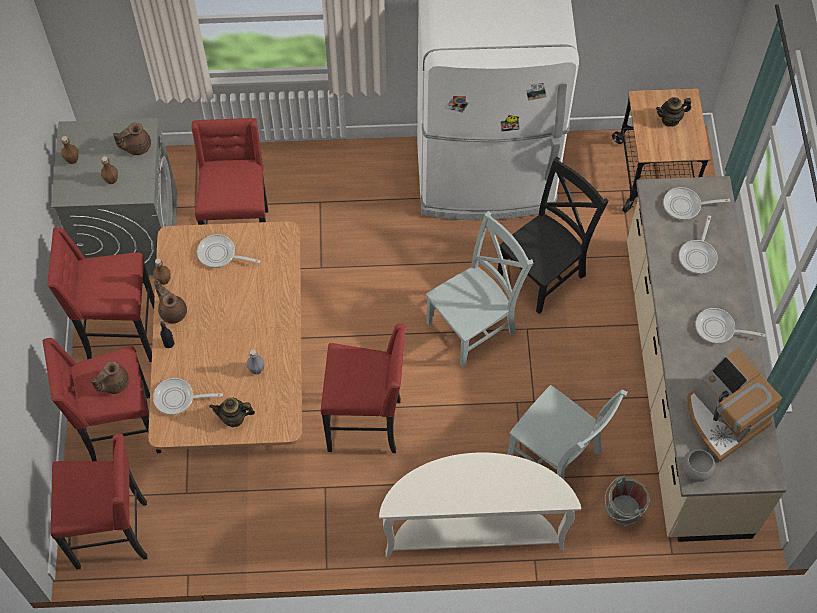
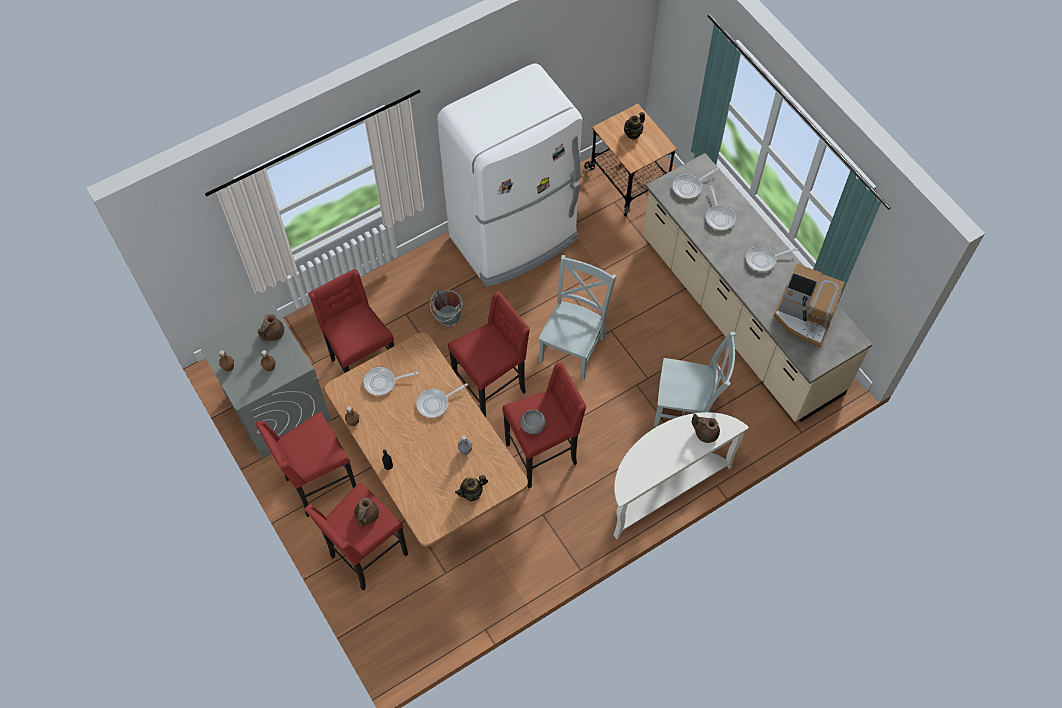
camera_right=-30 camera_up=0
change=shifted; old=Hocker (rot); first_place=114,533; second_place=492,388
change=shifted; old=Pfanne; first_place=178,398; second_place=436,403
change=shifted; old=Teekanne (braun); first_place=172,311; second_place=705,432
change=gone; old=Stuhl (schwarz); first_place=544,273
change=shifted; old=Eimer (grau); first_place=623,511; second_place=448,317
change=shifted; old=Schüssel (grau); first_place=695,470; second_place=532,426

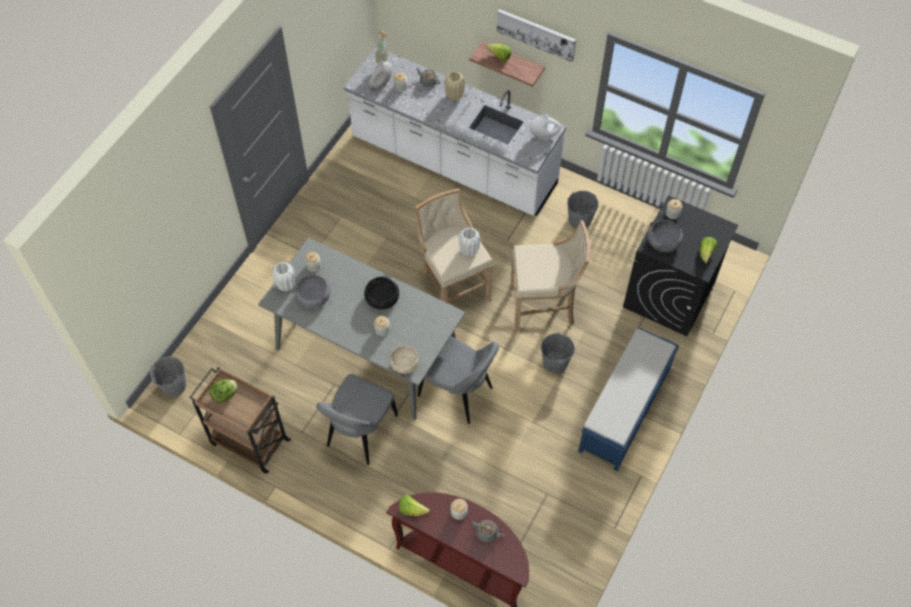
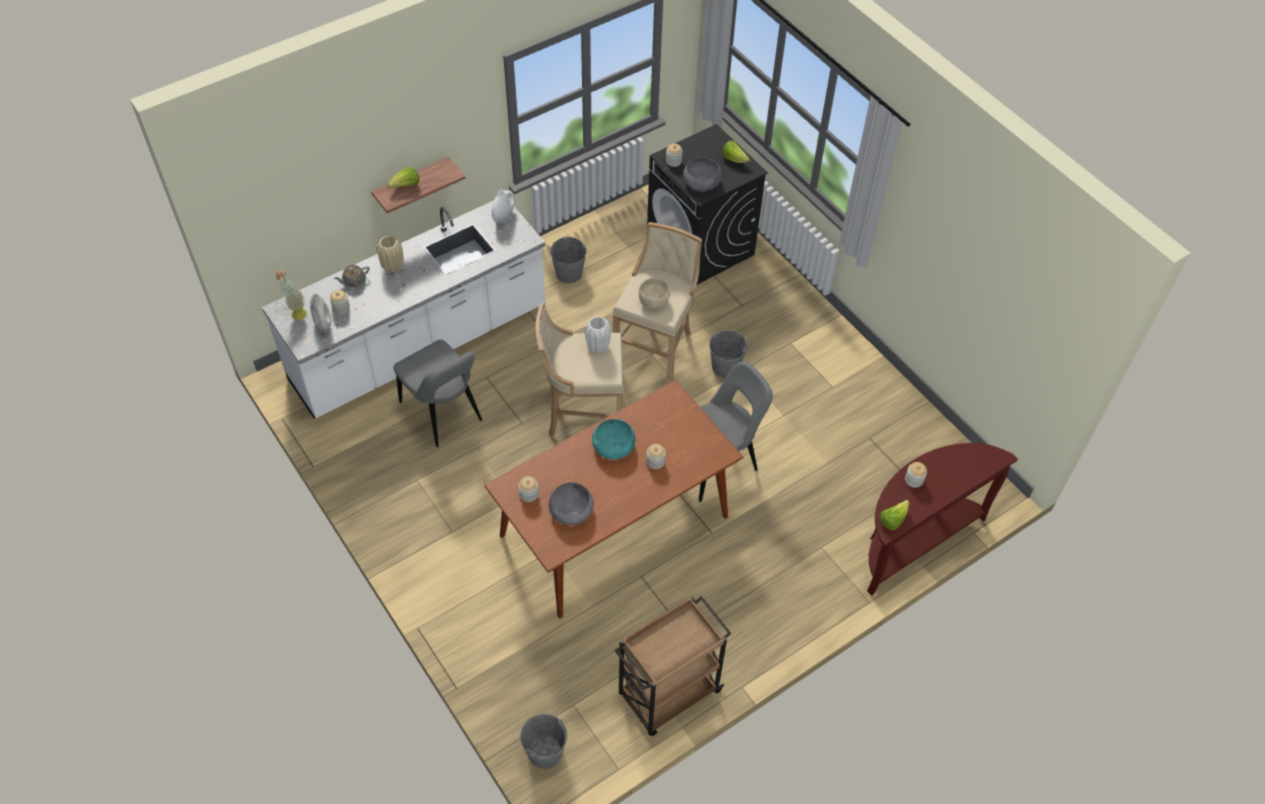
camera_right=-65 camera_up=-5
change=gone; old=Salatkopf; first_place=225,394
change=repainted; old=Esstisch (grau); new=Esstisch (braun); first_place=366,350; second_place=614,527
change=gone; old=Vase (weiß); first_place=285,285
change=shifted; old=Stuhl (grau); first_place=360,433; second_place=443,414
change=repainted; old=Schüssel (schwarz); new=Schüssel (türkis); first_place=382,298; second_place=613,445
change=shifted; old=Schüssel (beige); first_place=404,365; second_place=653,301
change=gone; old=Teekanne (grau); first_place=487,533
change=gone; old=Bild; first_place=536,34
change=gone; old=Bank (blau); first_place=624,411

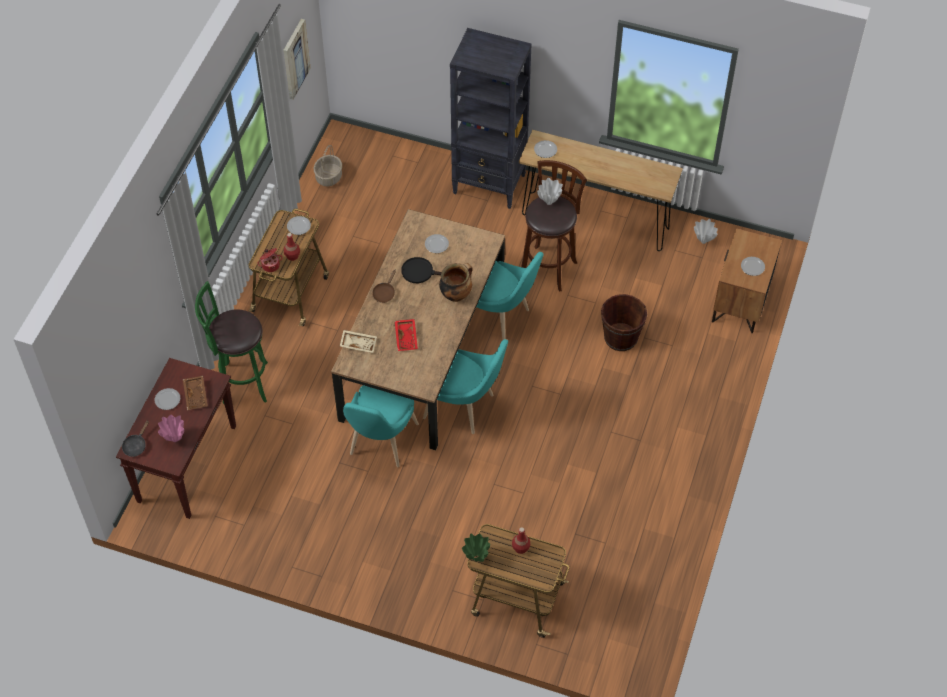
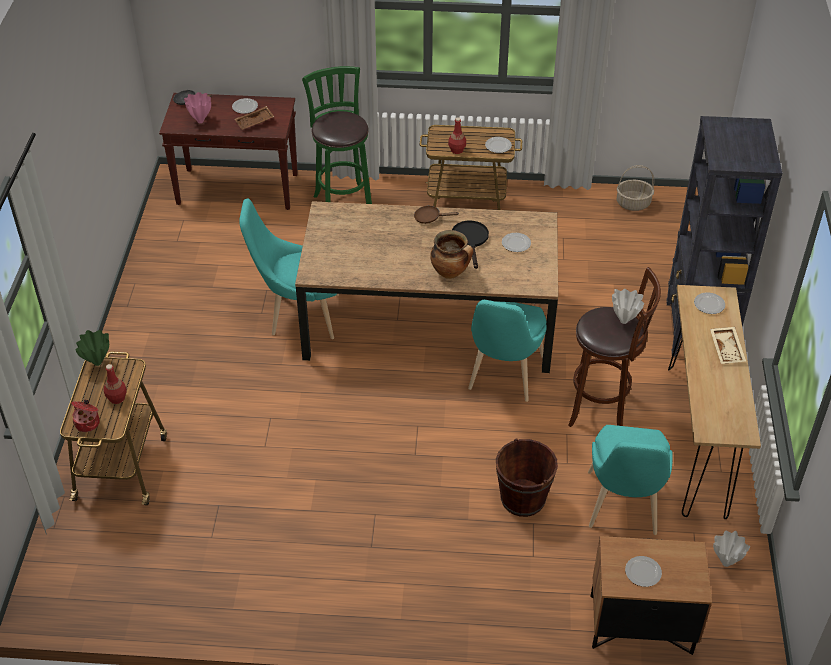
camera_right=75 camera_up=-10
change=shifted; old=Kochtopf; first_place=270,265; second_place=88,423
change=gone; old=Bild; first_place=295,59
change=shifted; old=Tablett (beige); first_place=358,343; second_place=727,349
change=gone; old=Tablett (rot); first_place=407,337
change=shifted; old=Stuhl (türkis); first_place=463,407; second_place=623,508

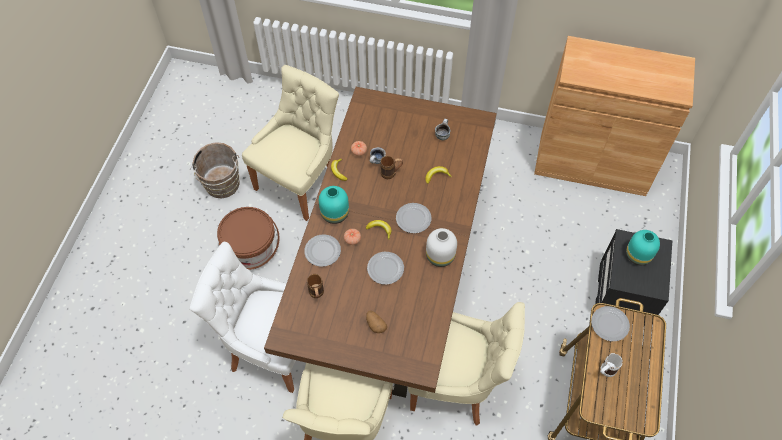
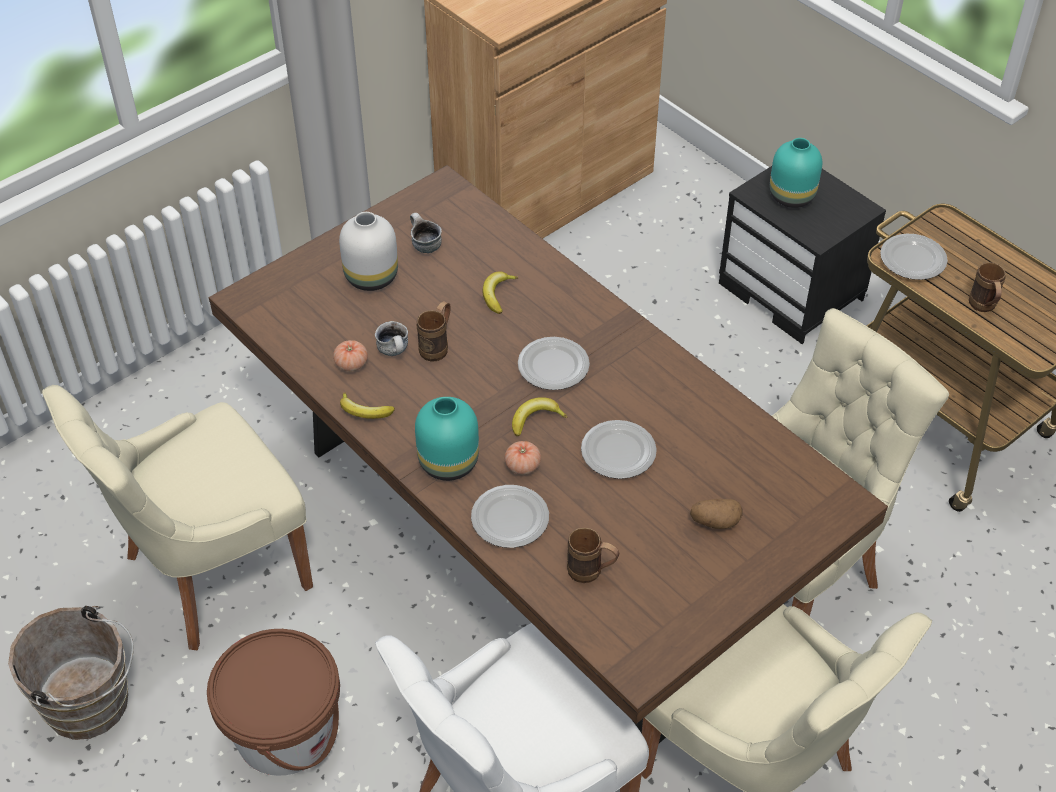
camera_right=-55 camera_up=-10
change=rotated; old=Stuhl (beige); first_place=300,182; second_place=210,573; degrees=-105
change=shifted; old=Vase (weiß); first_place=440,257; second_place=372,277
change=repainted; old=Henkelbecher (weiß); new=Henkelbecher (braun); first_place=605,372; second_place=983,308

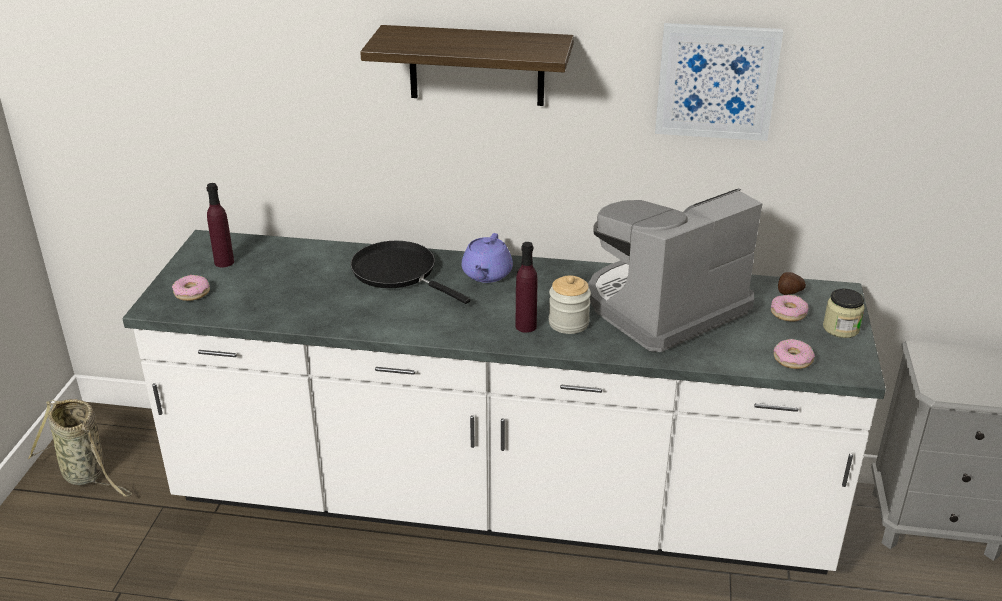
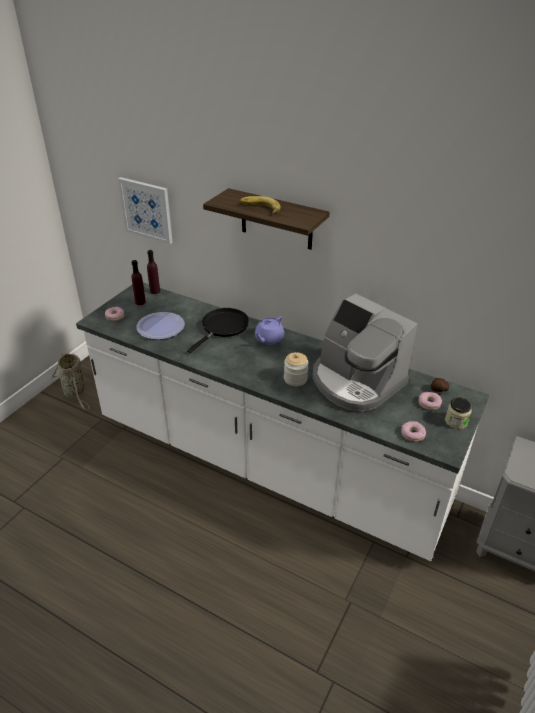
camera_right=20 camera_up=5
change=rotated; old=Pfanne (schwarz); first_place=398,272; second_place=223,327; degrees=60
change=shifted; old=Flasche (lila); first_place=526,326; second_place=155,291
change=rotated; old=Kaffeemaschine; first_place=663,307; second_place=356,382; degrees=-120
change=shifted; old=Bild; first_place=716,81; second_place=146,210
change=new; new=Teller; second_place=161,327
change=new; new=Banane; second_place=259,209

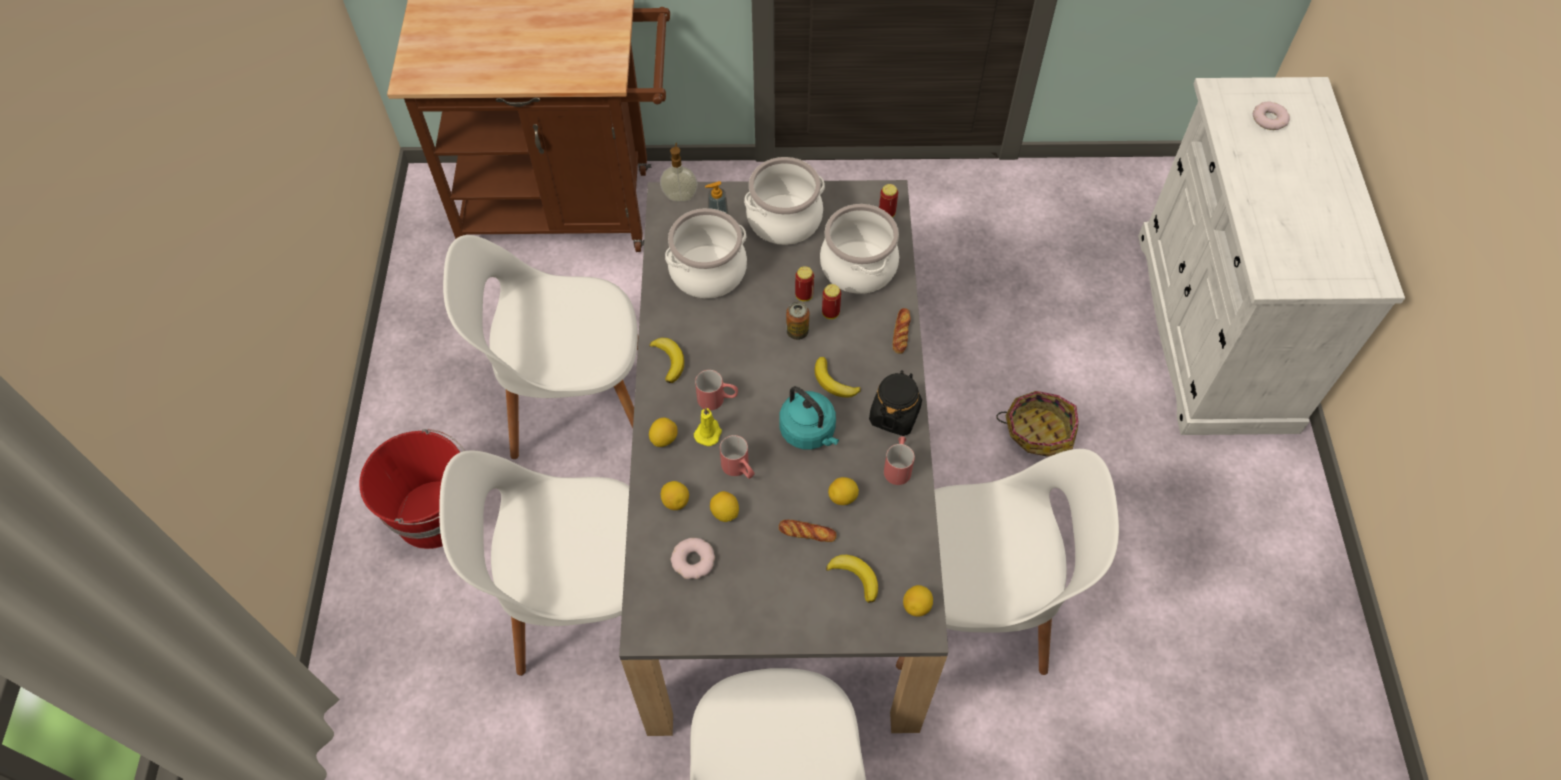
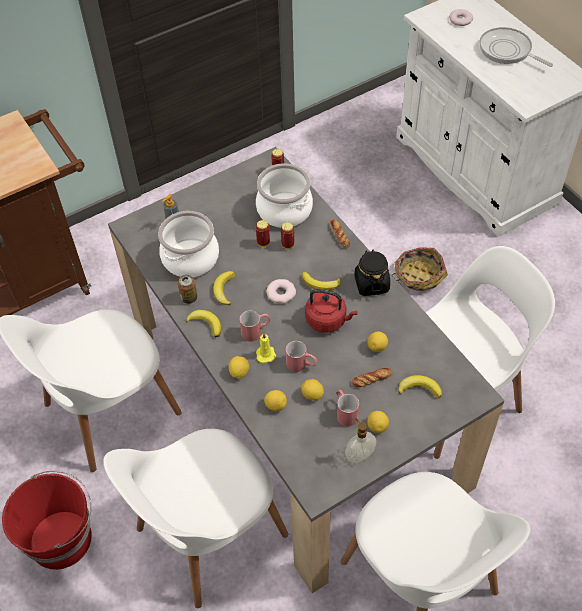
camera_right=-30 camera_up=-5
change=shifted; old=Seifenspender; first_place=680,196; second_place=359,455
change=shifted; old=Donut; first_place=693,560; second_place=281,293
change=gone; old=Kochtopf; first_place=784,220
change=repainted; old=Wasserkessel (türkis); new=Wasserkessel (rot); first_place=809,432; second_place=328,320
change=shifted; old=Dose; first_place=797,332; second_place=189,298
change=shifted; old=Henkelbecher (rot); first_place=898,466; second_place=345,412
change=shifted; old=Zitrone; first_place=917,606; second_place=377,426
change=new; new=Banane; second_place=224,290
change=new; new=Pfanne; second_place=507,51

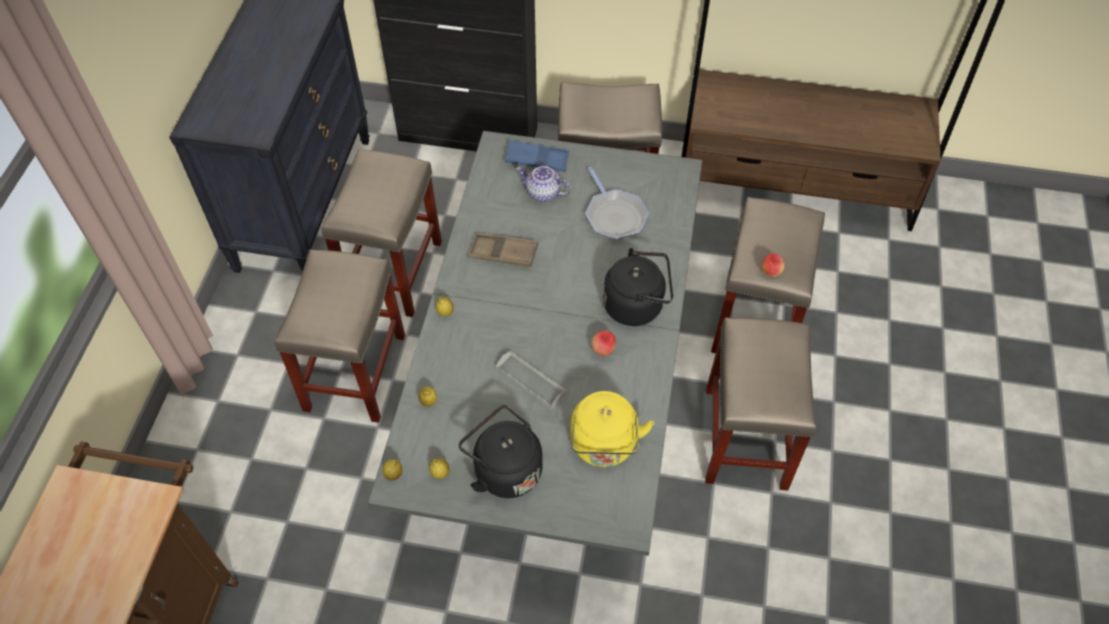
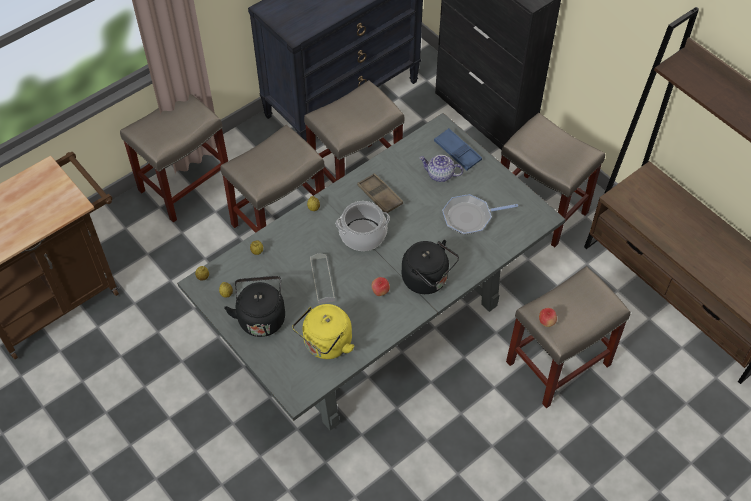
camera_right=40 camera_up=0
change=rotated; old=Teekanne; first_place=543,193; second_place=440,175; degrees=-45
change=rotated; old=Pfanne; first_place=614,216; second_place=470,217; degrees=60
change=shifted; old=Hocker (beige); first_place=746,439; second_place=184,186
change=new; new=Kochtopf; second_place=363,234

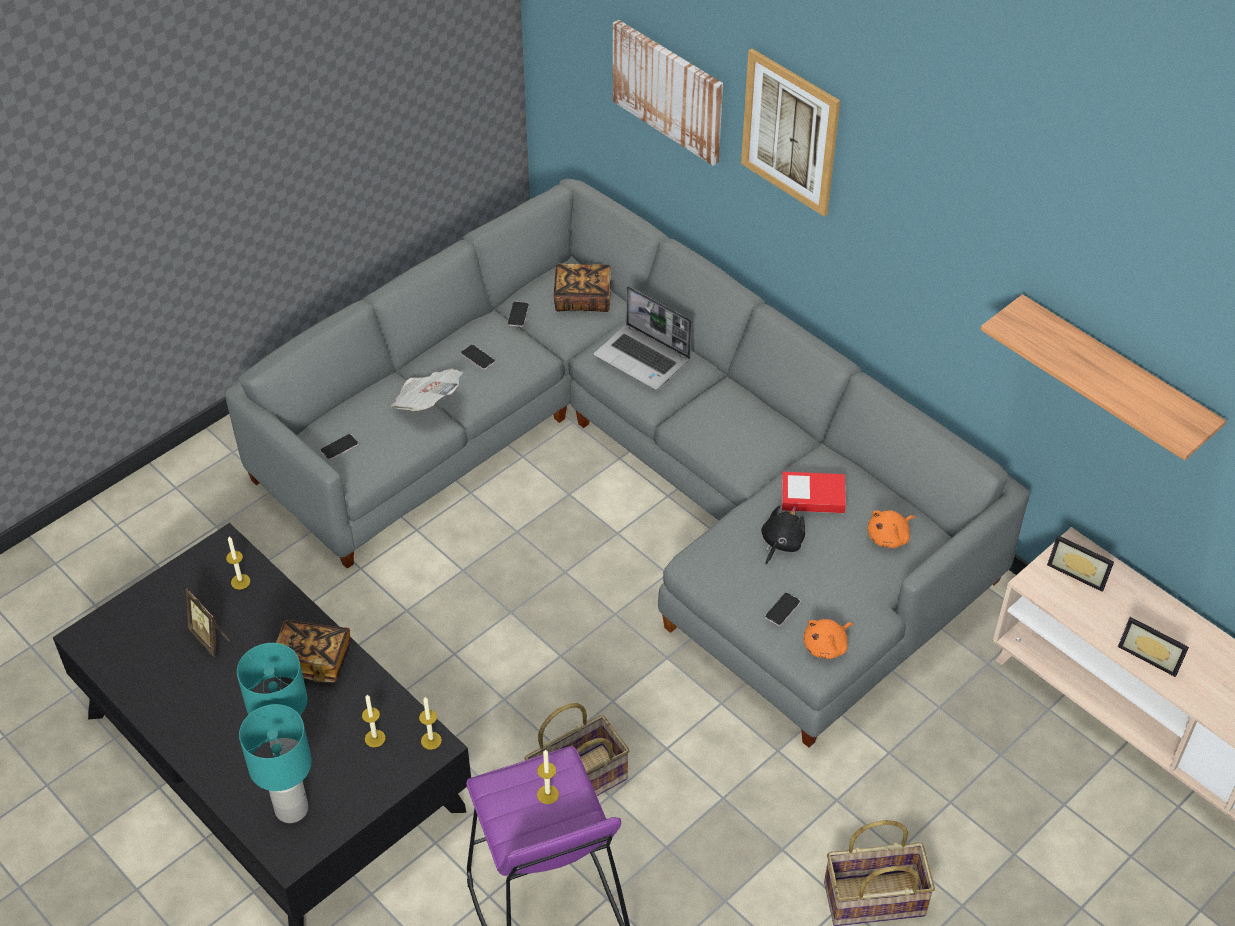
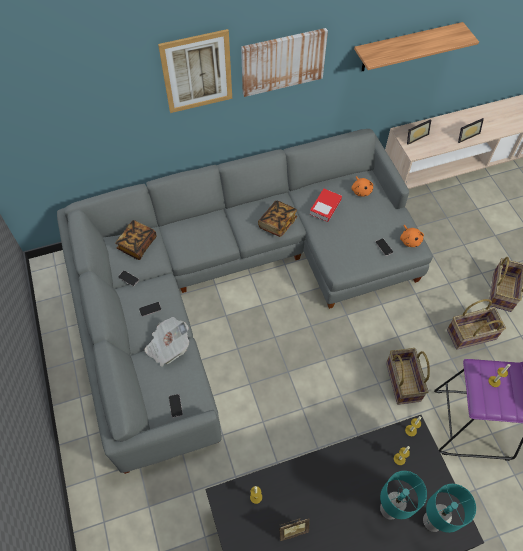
camera_right=-65 camera_up=10
change=shifted; old=Buch; first_place=313,660; second_place=277,223
change=gone; old=Laptop; first_place=643,358
change=shifted; old=Bild; first_place=668,90; second_place=283,61
change=gone; old=Plüschtier (schwarz); first_place=781,543
change=new; new=Korb; second_place=471,335

